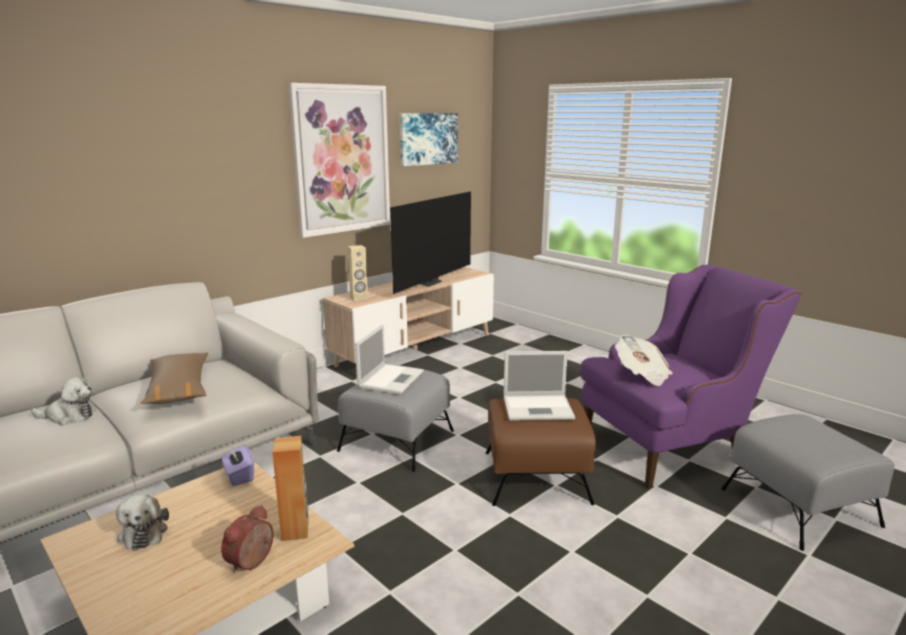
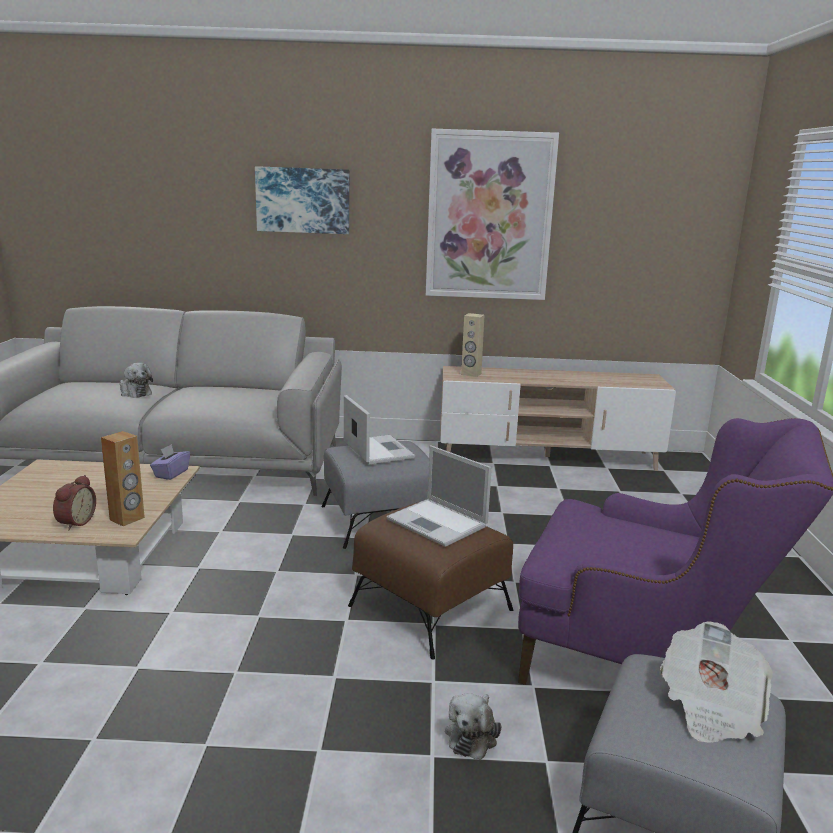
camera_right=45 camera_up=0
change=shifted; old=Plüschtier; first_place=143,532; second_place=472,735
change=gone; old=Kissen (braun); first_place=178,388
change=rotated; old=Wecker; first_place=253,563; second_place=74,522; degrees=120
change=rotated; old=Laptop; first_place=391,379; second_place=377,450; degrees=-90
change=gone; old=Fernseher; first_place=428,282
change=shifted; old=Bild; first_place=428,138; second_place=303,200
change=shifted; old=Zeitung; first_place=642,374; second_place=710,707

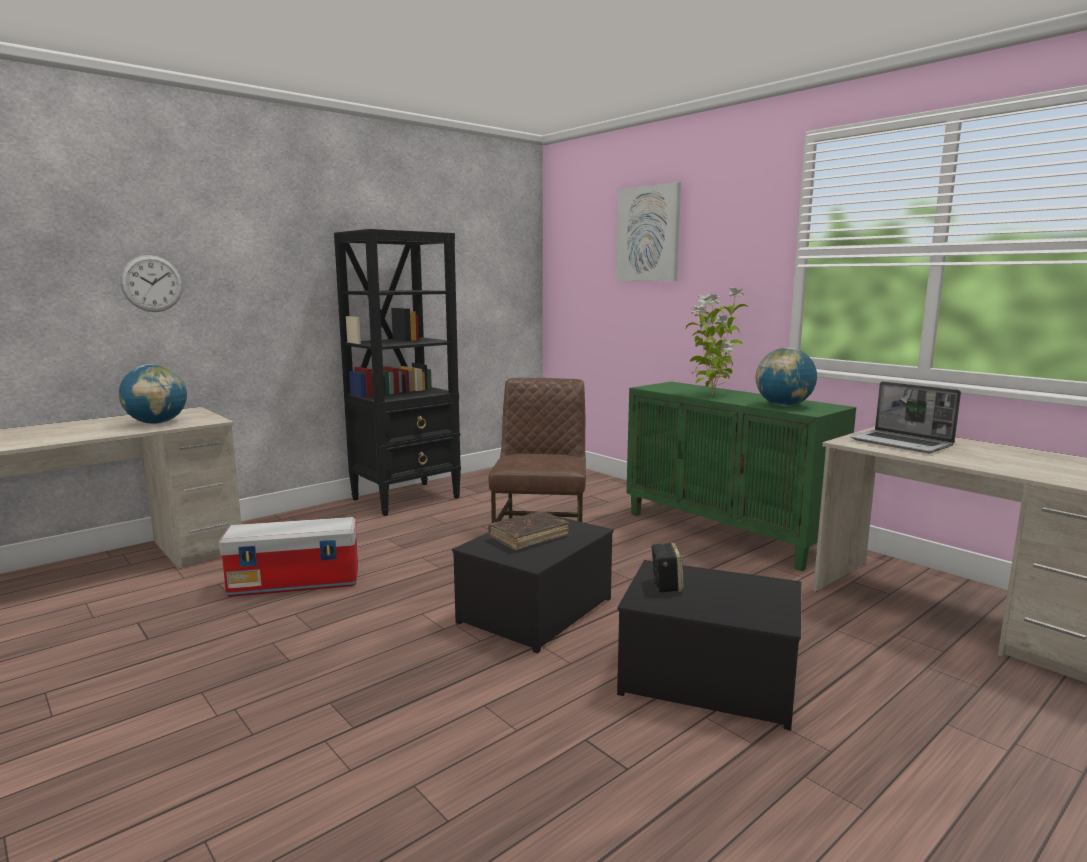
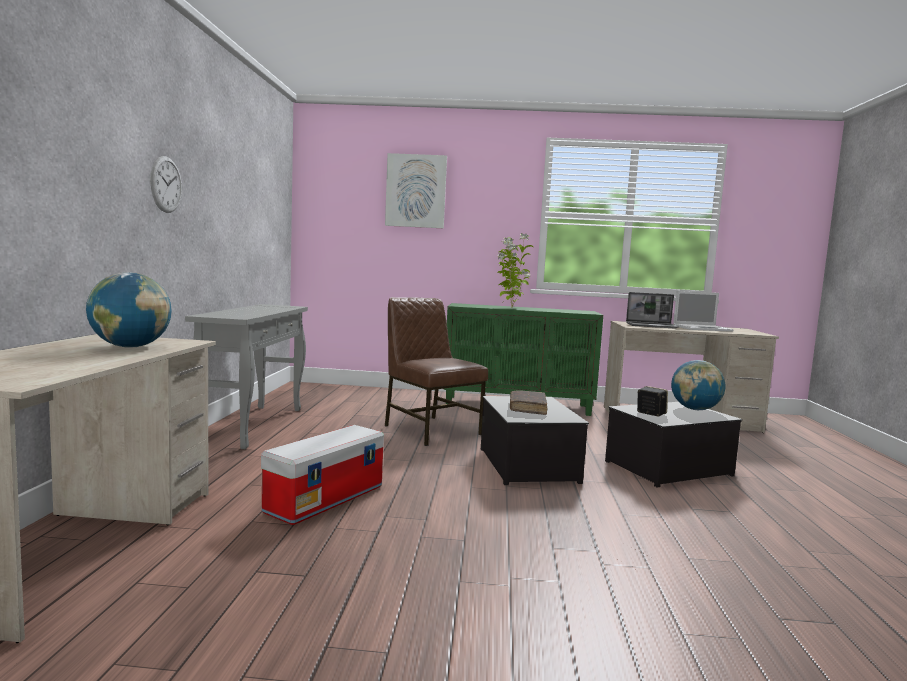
camera_right=-45 camera_up=-5
change=shifted; old=Wanduhr; first_place=152,283; second_place=166,184
change=swapped; old=Bücherregal (schwarz); new=Konsolentisch (grau); first_place=407,498; second_place=253,425
change=shifted; old=Globus; first_place=783,405; second_place=695,409
change=new; new=Laptop; second_place=703,328

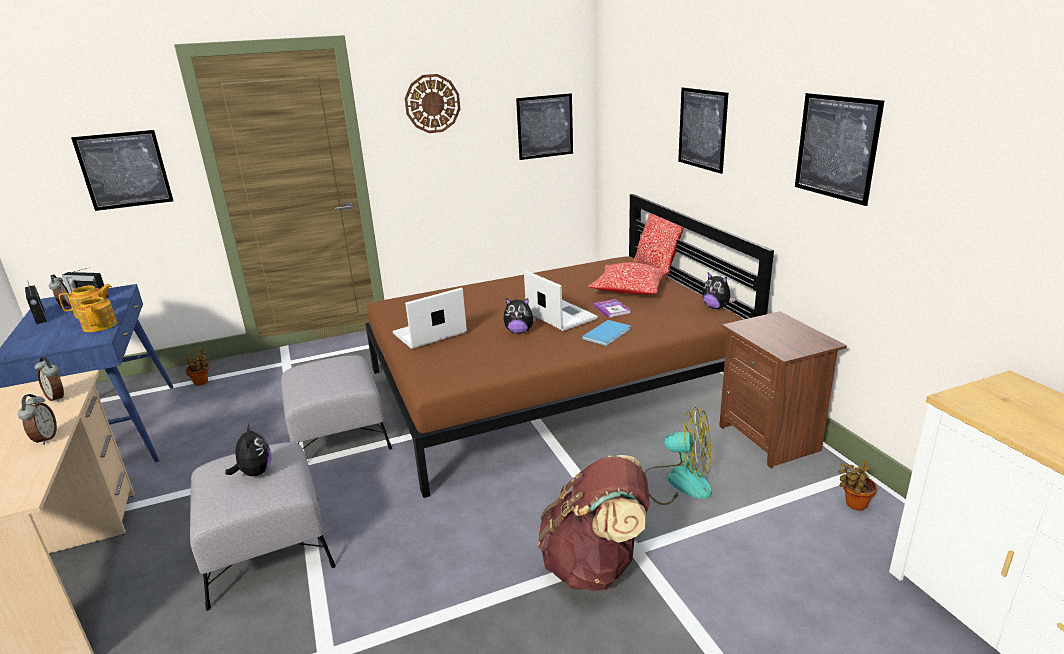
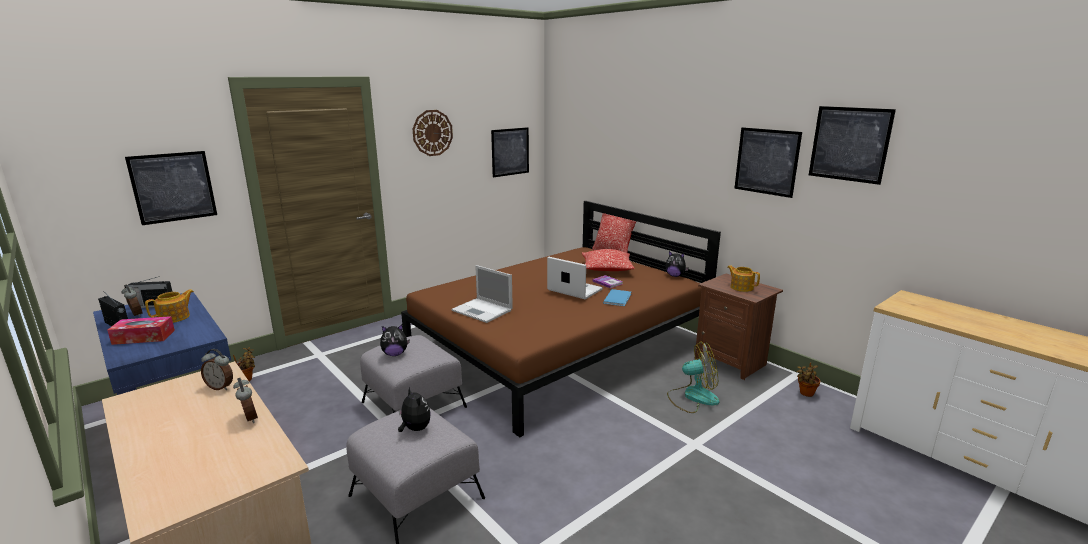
camera_right=-20 camera_up=-5
change=shifted; old=Teekanne; first_place=100,325; second_place=741,287
change=rotated; old=Laptop; first_place=428,334; second_place=483,311; degrees=-90
change=shifted; old=Plüschtier; first_place=519,331; second_place=395,354
change=gone; old=Rucksack (braun); first_place=595,565
change=shifted; old=Bild; first_place=702,129; second_place=849,144
change=new; new=Taschentuchbox; second_place=144,337

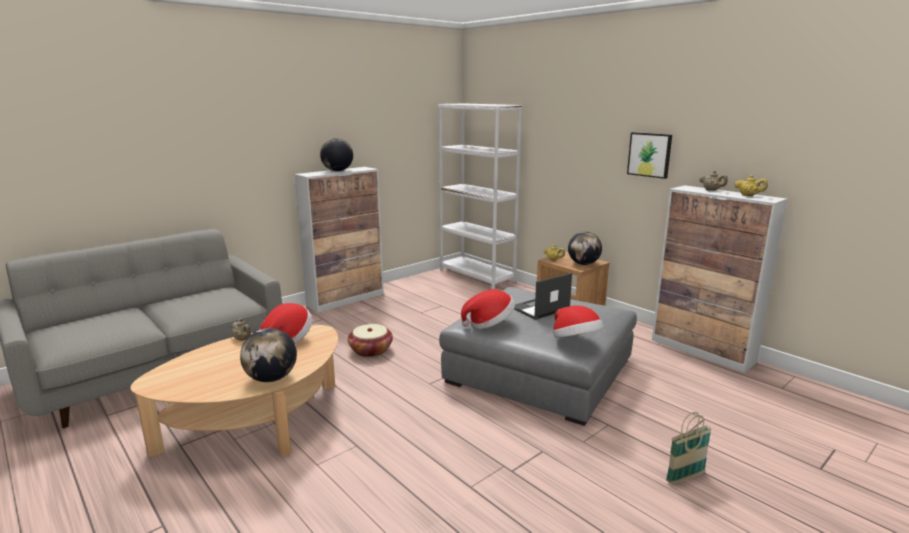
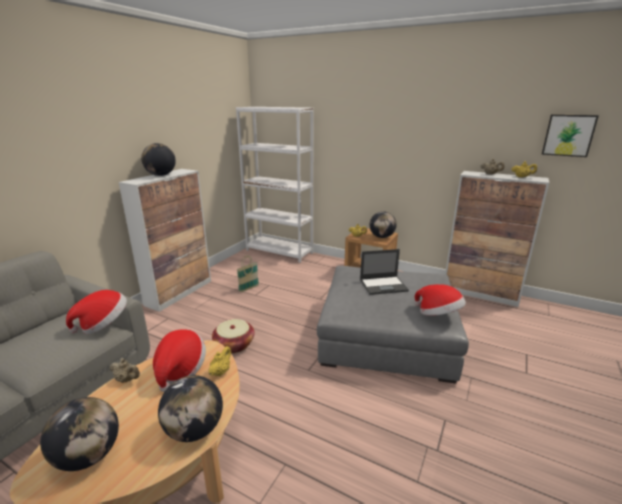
camera_right=-20 camera_up=5
change=shifted; old=Hut; first_place=489,324; second_place=103,324
change=rotated; old=Laptop; first_place=539,308; second_place=384,285; degrees=-135
change=shifted; old=Bild; first_place=650,154; second_place=568,135
change=shifted; old=Korb; first_place=685,477; second_place=249,288
change=new; new=Globus; second_place=89,456
change=new; new=Teekanne (gelb); second_place=221,371

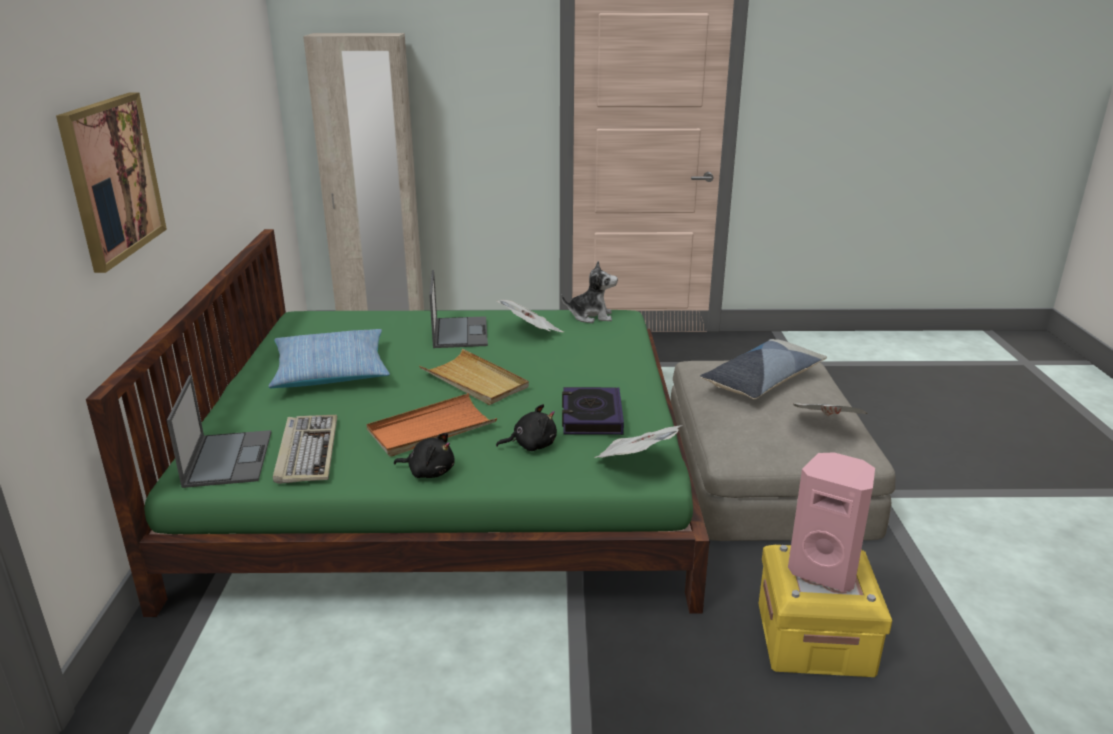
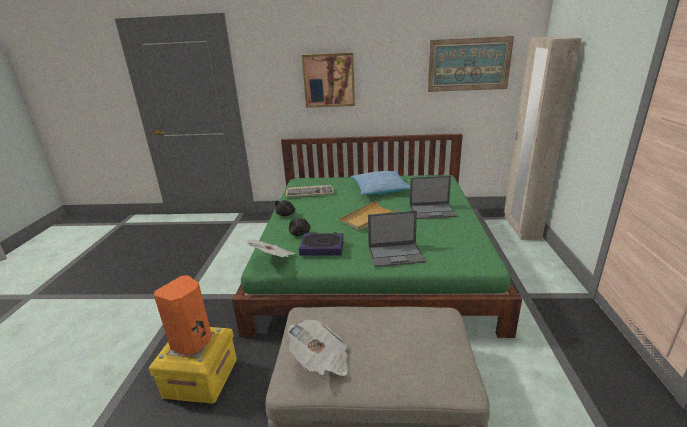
camera_right=95 camera_up=0
change=shifted; old=Laptop; first_place=228,458; second_place=396,254
change=gone; old=Tablett (orange); first_place=431,429
change=gone; old=Zeitung; first_place=531,332
change=gone; old=Plüschtier; first_place=591,316
change=gone; old=Kissen; first_place=762,380
change=repainted; old=Lautsprecher (rosa); new=Lautsprecher (orange); first_place=825,570; second_place=193,343
change=new; new=Bild; second_place=469,64

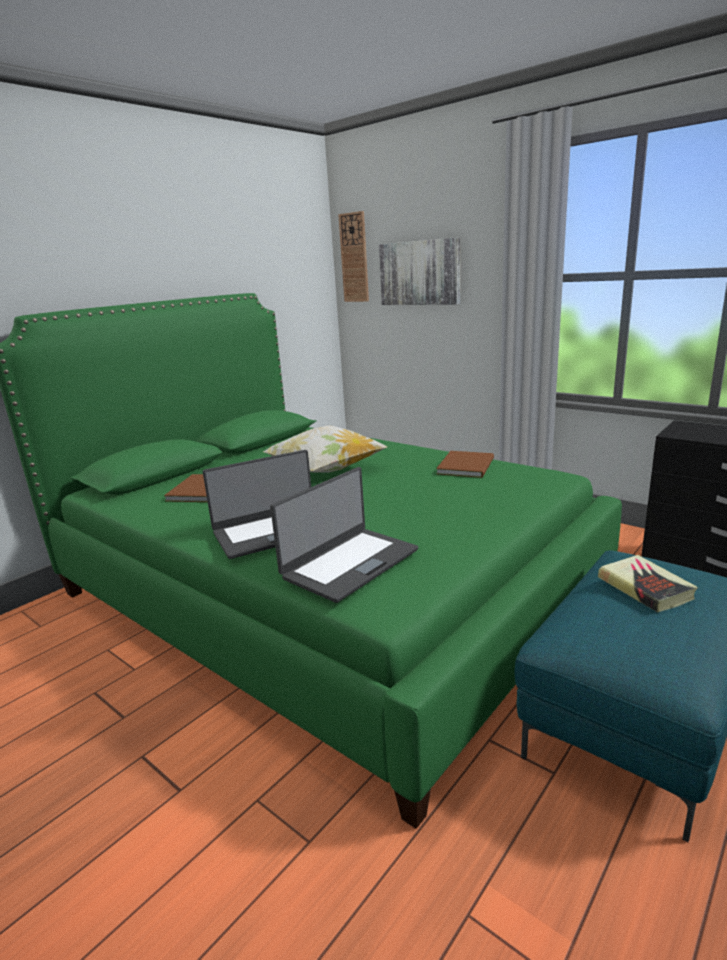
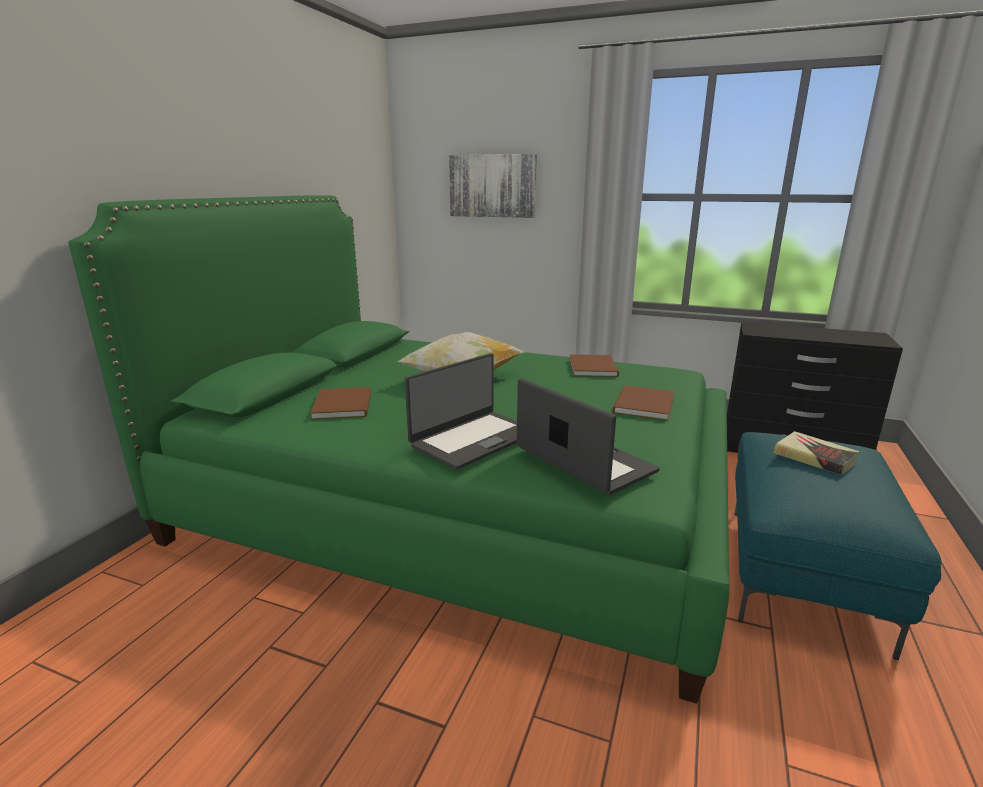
camera_right=-20 camera_up=0
change=rotated; old=Laptop; first_place=349,563; second_place=583,460; degrees=-60
change=gone; old=Wanduhr; first_place=354,258
change=new; new=Buch (braun); second_place=641,405

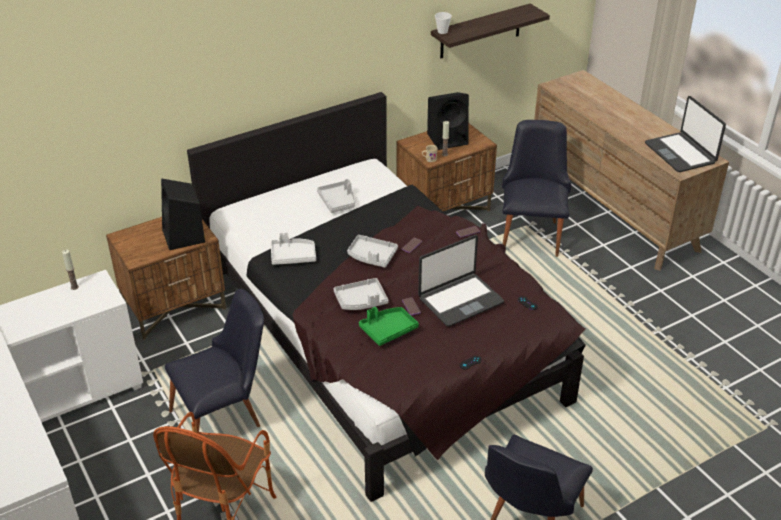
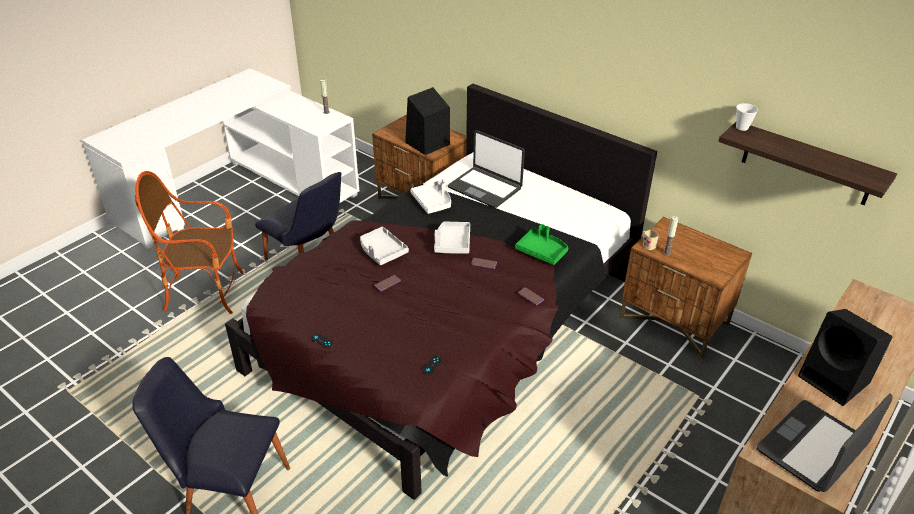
camera_right=70 camera_up=0
change=gone; old=Tablett (grau); first_place=338,201
change=shifted; old=Tablett (grün); first_place=388,330; second_place=542,251
change=shifted; old=Laptop; first_place=460,300; second_place=485,188
change=shifted; old=Lautsprecher (schwarz); first_place=448,138; second_place=835,380
change=gone; old=Stuhl (schwarz); first_place=531,232

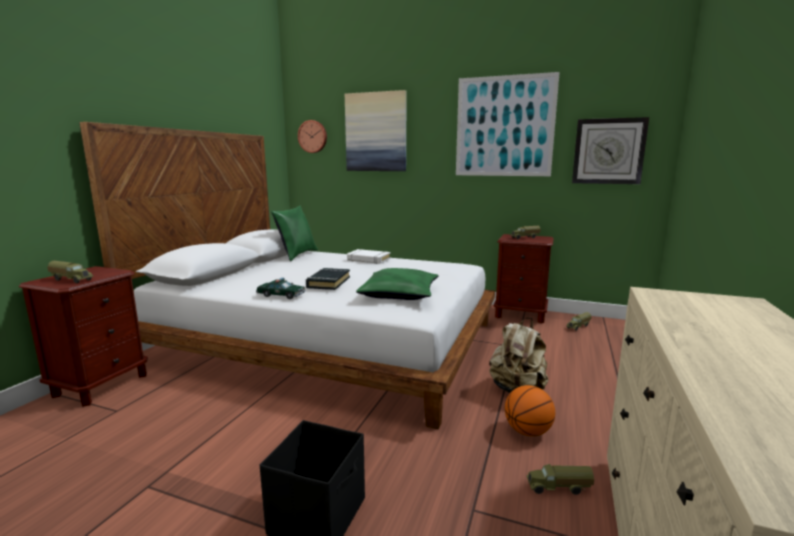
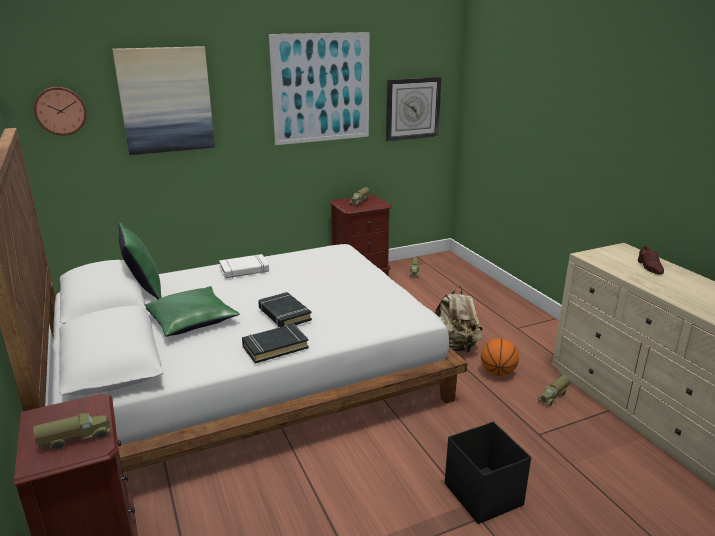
camera_right=-45 camera_up=10
change=swapped; old=Spielzeugauto; new=Buch (schwarz); first_place=281,295; second_place=275,347
change=shifted; old=Kissen (grün); first_place=399,294; second_place=191,320
change=new; new=Schuh (braun); second_place=649,267

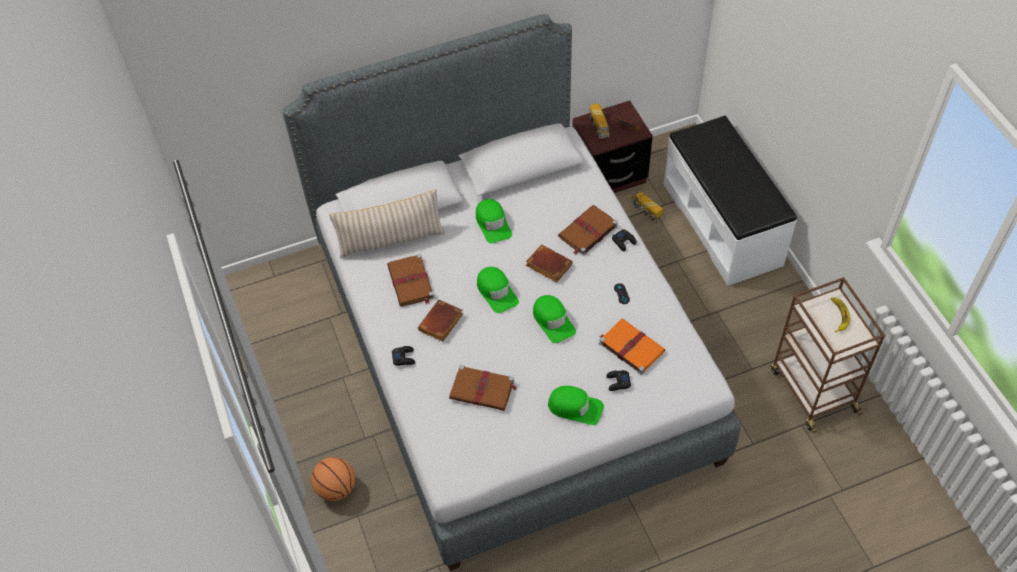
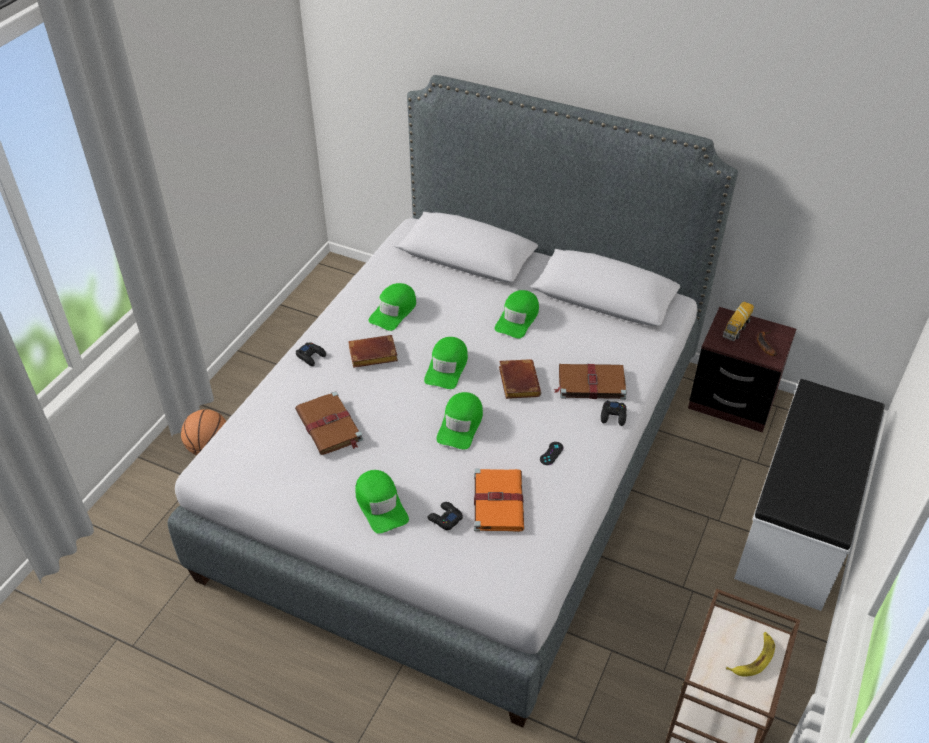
camera_right=45 camera_up=-10
change=gone; old=Kissen (beige); first_place=390,239
change=swapped; old=Buch (braun); new=Kappe (grün); first_place=411,282; second_place=394,311
change=gone; old=Spielzeuglaster; first_place=646,210

